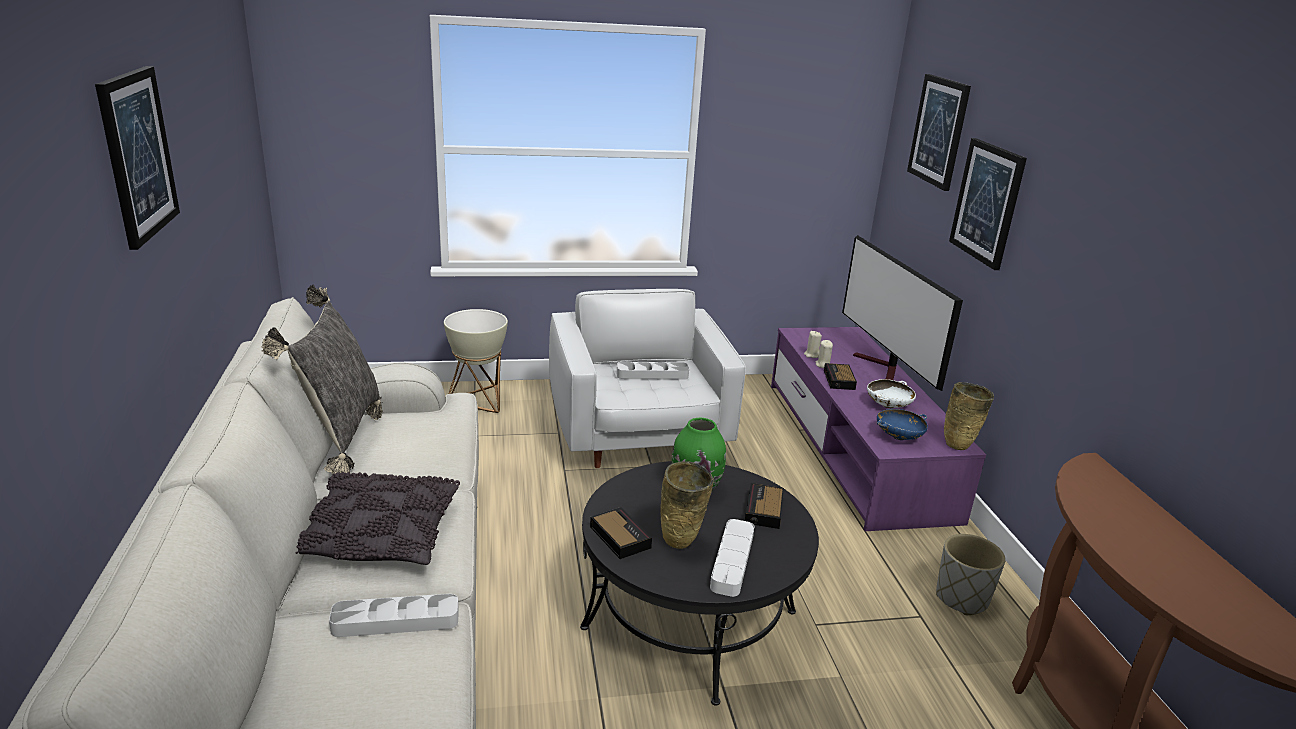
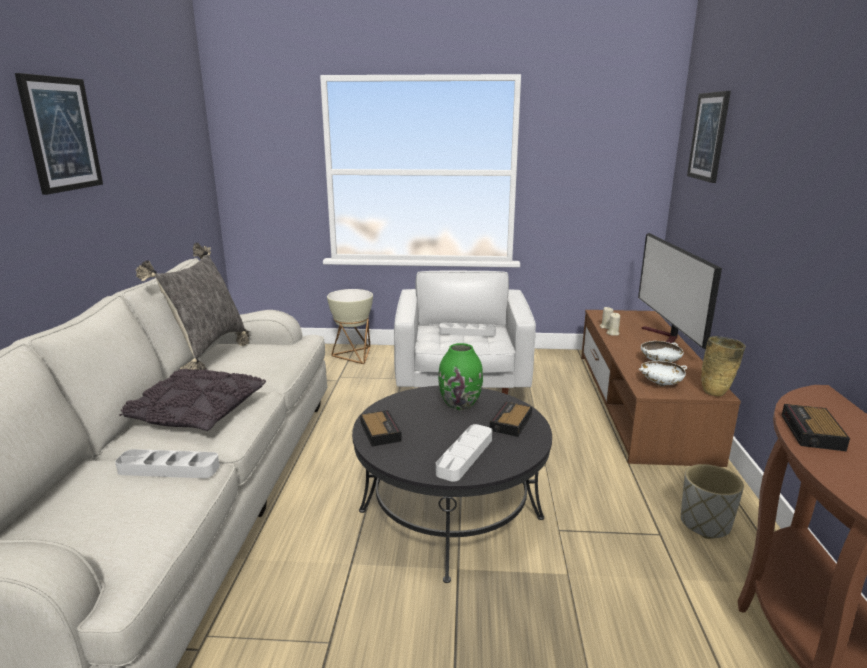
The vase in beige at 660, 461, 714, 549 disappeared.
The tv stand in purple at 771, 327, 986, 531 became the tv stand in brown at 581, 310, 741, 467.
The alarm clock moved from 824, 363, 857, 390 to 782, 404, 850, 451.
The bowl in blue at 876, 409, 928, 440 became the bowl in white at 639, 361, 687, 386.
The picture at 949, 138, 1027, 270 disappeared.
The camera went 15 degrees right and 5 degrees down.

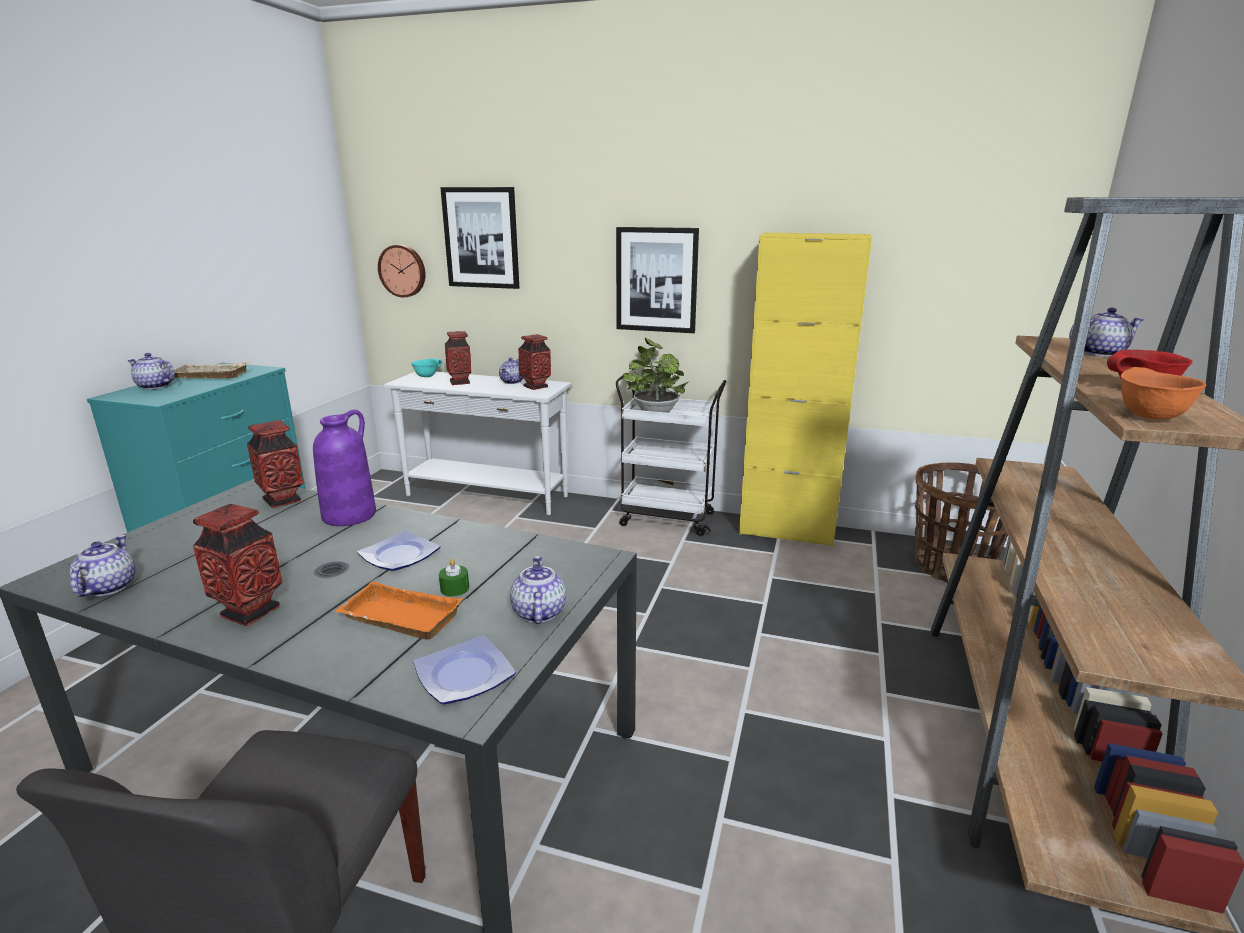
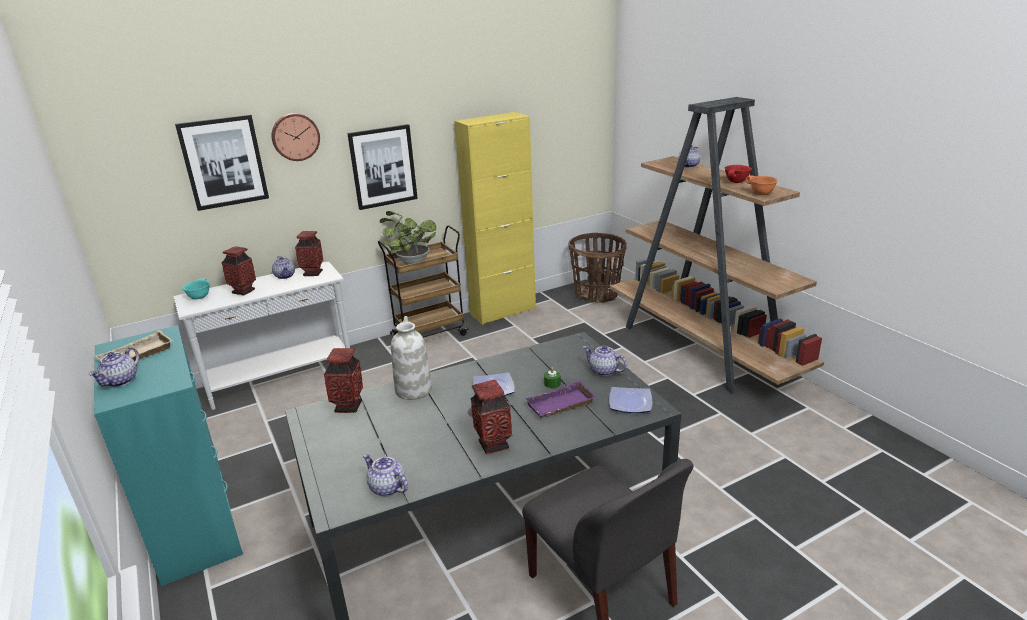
The teapot at 128, 353, 175, 390 turned 45 degrees counterclockwise.
The vase in purple at 313, 409, 376, 526 became the vase in white at 391, 316, 432, 400.
The tray in orange at 335, 581, 462, 640 became the tray in purple at 525, 380, 597, 418.
The wall clock moved from 378, 245, 426, 298 to 271, 113, 320, 161.
The cart in white at 616, 373, 726, 536 became the cart in brown at 378, 225, 468, 338.
The camera went 45 degrees left and 5 degrees up.

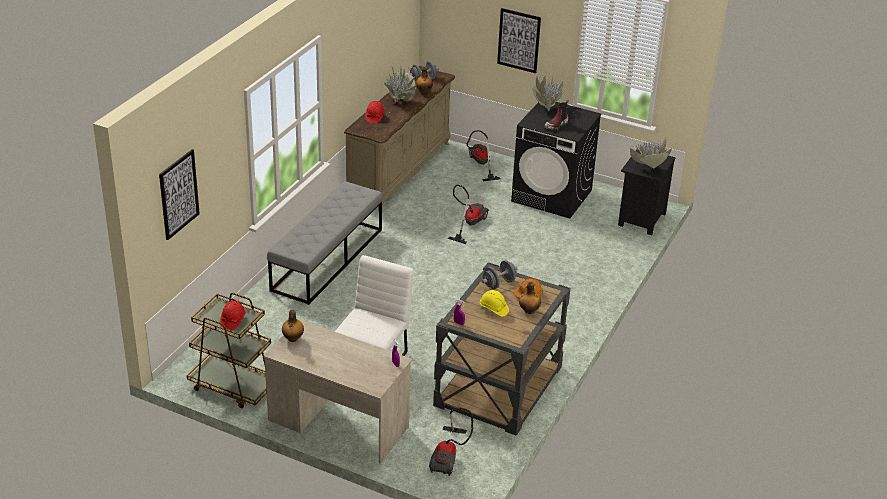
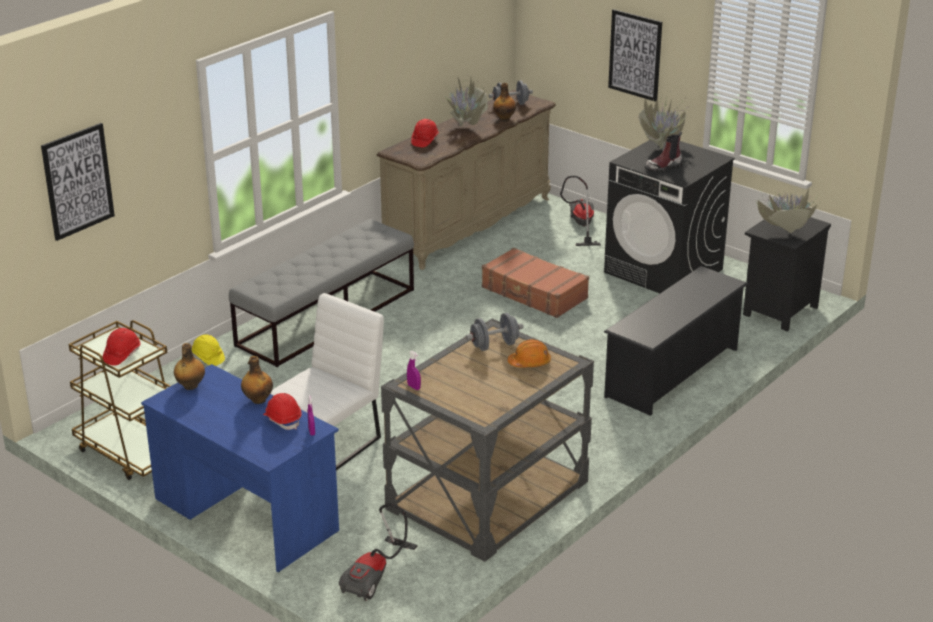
The desk in beige at 263, 319, 413, 464 became the desk in blue at 141, 364, 339, 572.
The vacuum cleaner at 447, 185, 489, 244 was replaced by the suitcase in brown at 482, 248, 589, 318.
The hard hat in yellow moved from 480, 290, 509, 317 to 192, 334, 225, 366.
The bottle moved from 519, 282, 541, 314 to 241, 356, 273, 404.
The hard hat in red at 263, 393, 302, 430 appeared.
The shoe rack in black at 604, 266, 749, 416 appeared.
The camera went 15 degrees right and 5 degrees down.

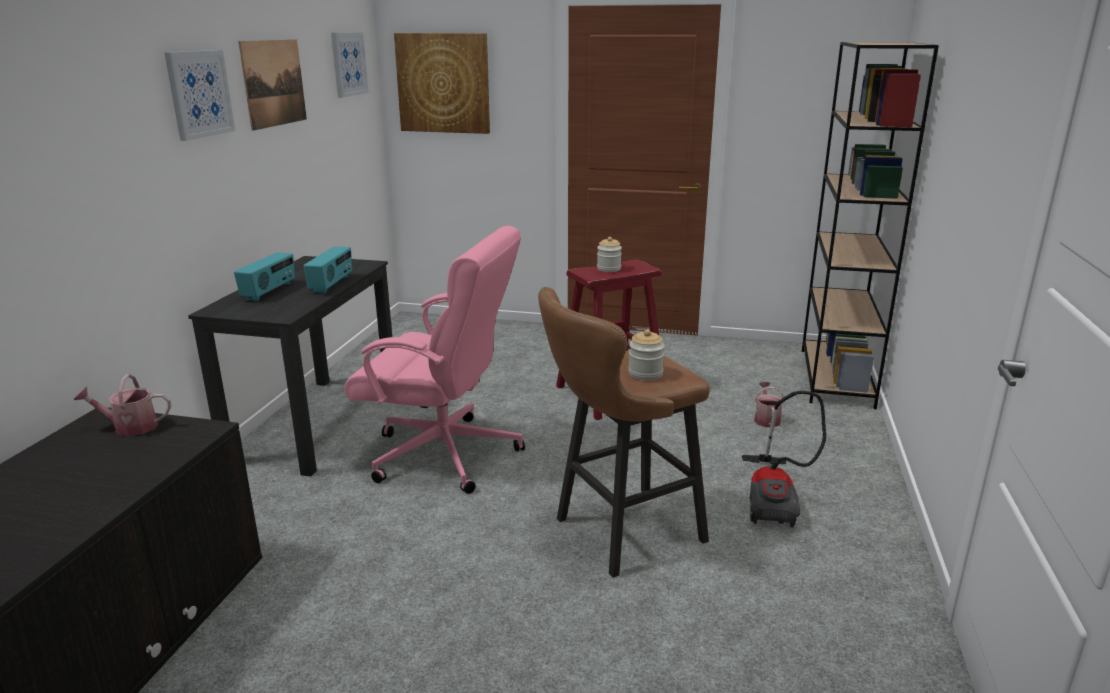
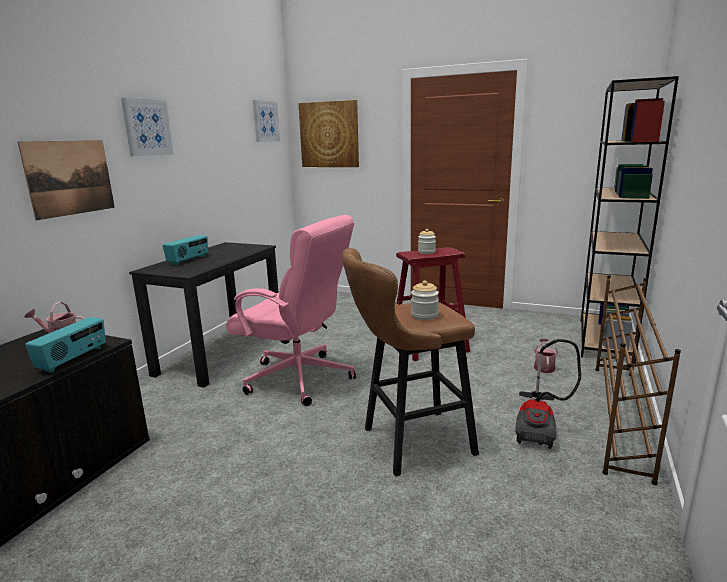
The picture moved from 239, 40, 307, 131 to 18, 140, 115, 220.
The radio moved from 303, 246, 352, 294 to 25, 317, 106, 373.
The shoe rack in brown at 595, 275, 681, 485 appeared.
The camera went 10 degrees right and 5 degrees down.

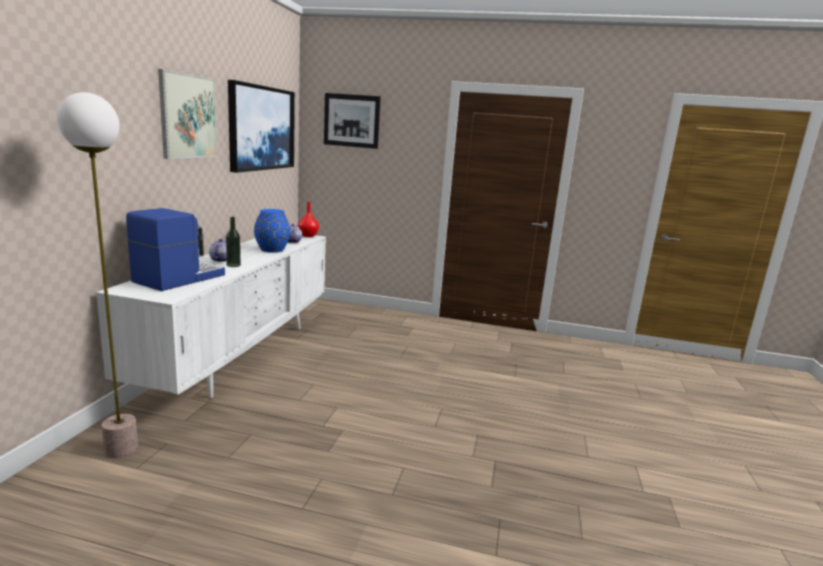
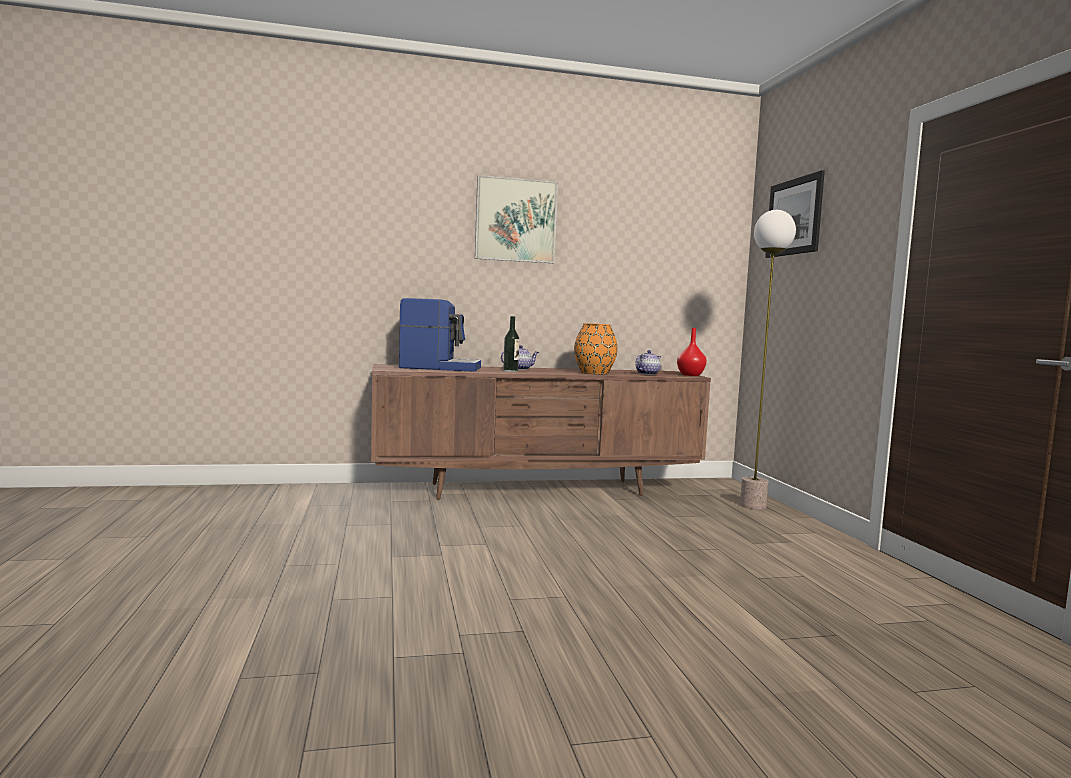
The floor lamp moved from 57, 92, 138, 458 to 740, 210, 796, 510.
The cabinet in white at 96, 235, 326, 398 became the cabinet in brown at 371, 364, 711, 500.
The picture at 228, 80, 295, 173 disappeared.
The vase in blue at 254, 209, 290, 253 became the vase in orange at 574, 323, 618, 374.
The camera went 65 degrees right and 10 degrees down.

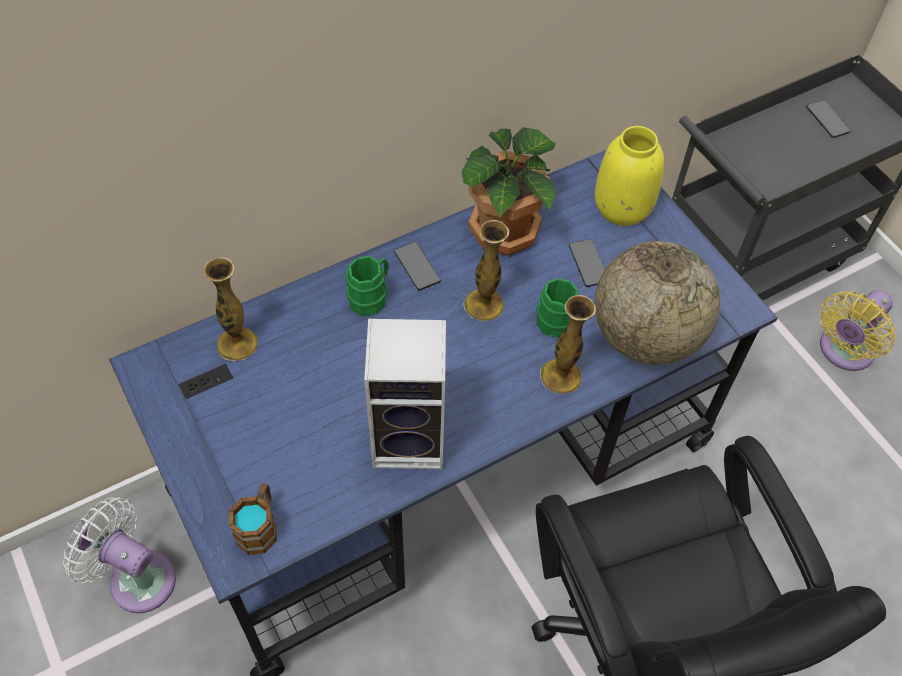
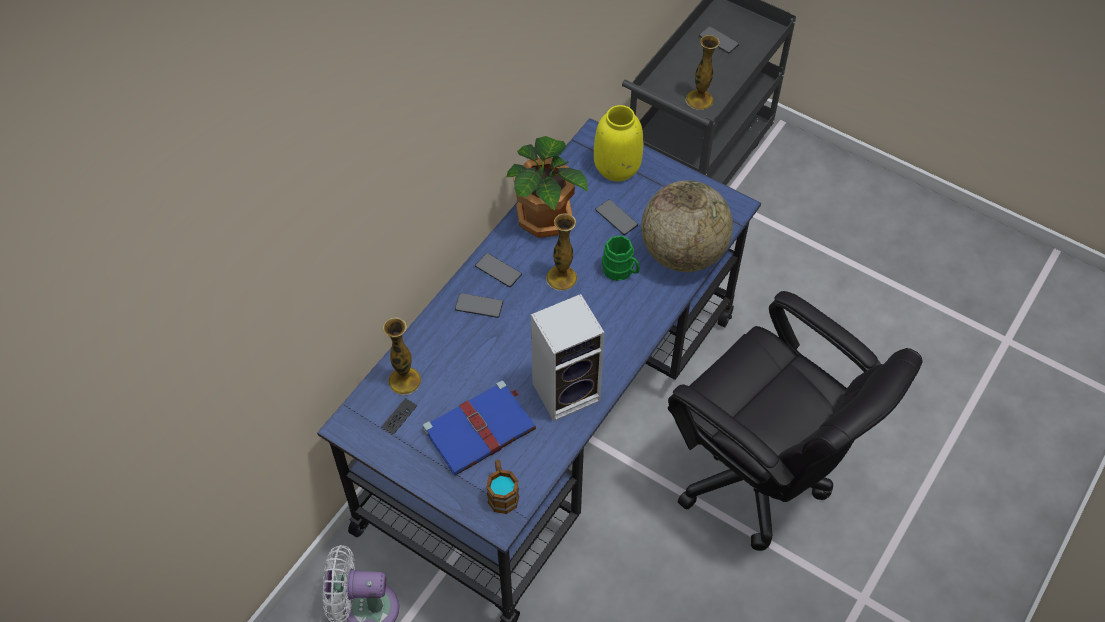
The mug in green at 346, 256, 389, 317 was replaced by the phone at 455, 293, 503, 318.
The vase moved from 540, 295, 596, 394 to 686, 35, 720, 110.
The fan in yellow at 820, 290, 896, 371 disappeared.
The book in blue at 423, 381, 536, 476 appeared.
The camera went 25 degrees left and 0 degrees up.

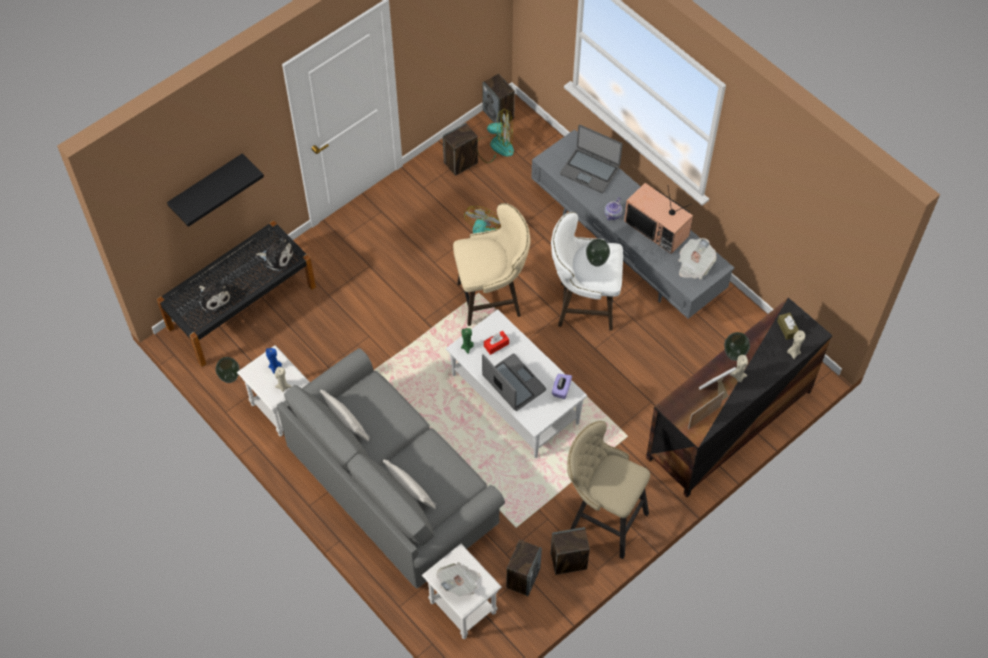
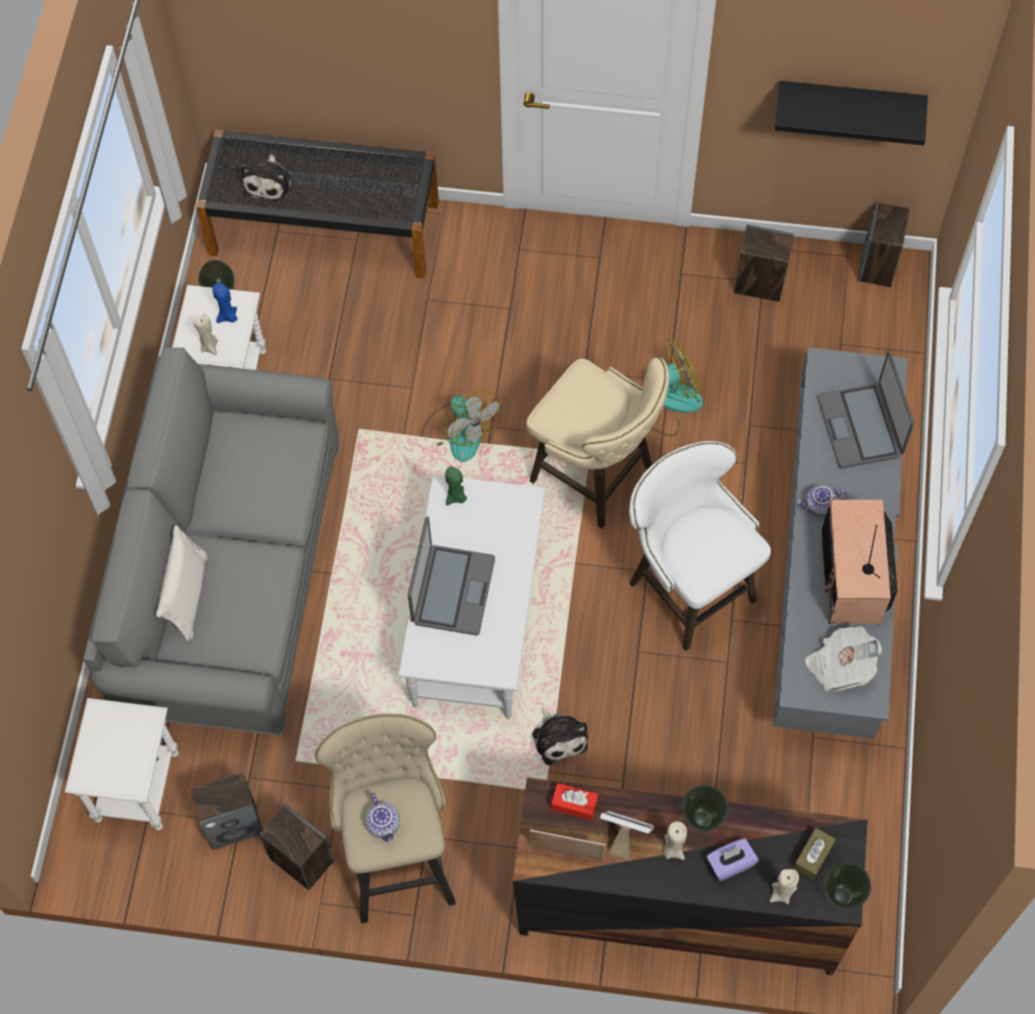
The shelf in black moved from 167, 153, 264, 227 to 775, 81, 928, 145.
The plush toy moved from 256, 236, 294, 271 to 532, 707, 588, 765.
The pillow in white at 320, 390, 370, 441 disappeared.
The newspaper at 436, 562, 481, 597 disappeared.
The fan moved from 478, 109, 514, 163 to 421, 390, 501, 462.
The tissue box in red moved from 484, 331, 509, 355 to 551, 783, 598, 820.
The tissue box in purple moved from 552, 374, 572, 399 to 706, 838, 758, 881.
The vase moved from 586, 239, 610, 267 to 824, 862, 871, 910.
The teapot at 365, 793, 400, 844 appeared.
The camera went 50 degrees right and 5 degrees up.

